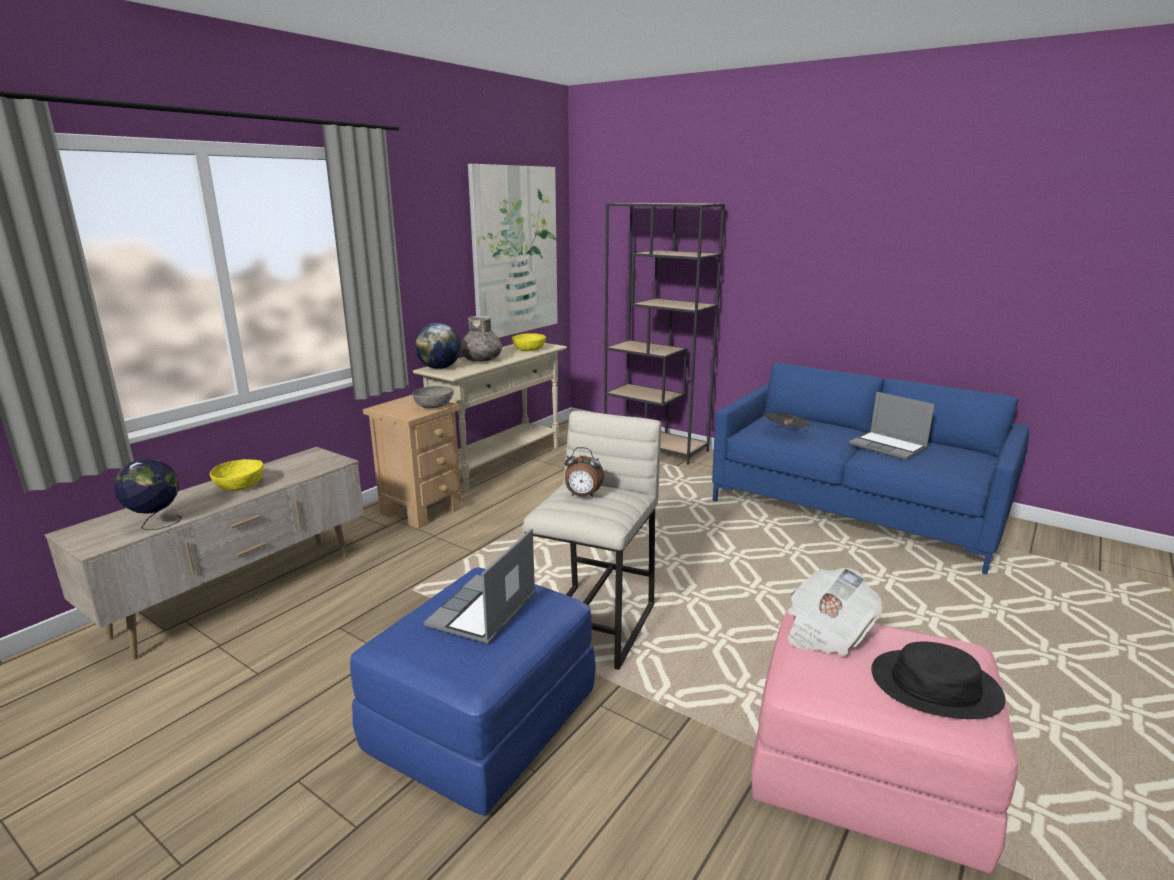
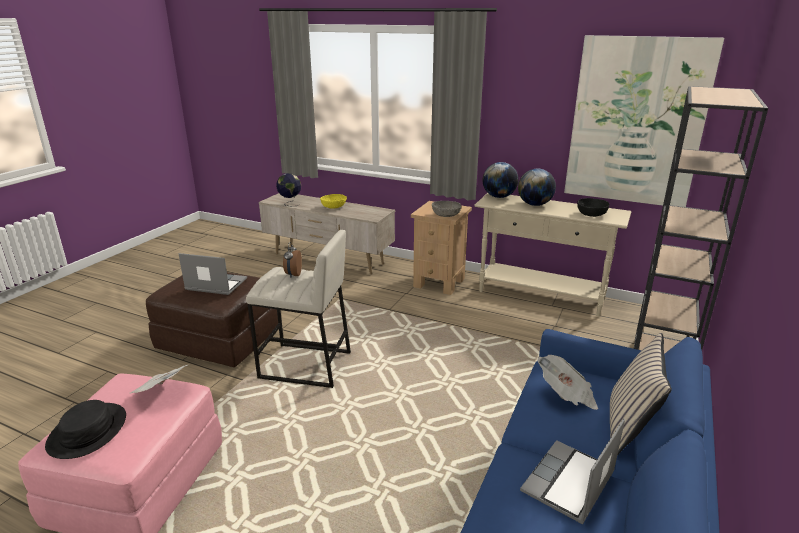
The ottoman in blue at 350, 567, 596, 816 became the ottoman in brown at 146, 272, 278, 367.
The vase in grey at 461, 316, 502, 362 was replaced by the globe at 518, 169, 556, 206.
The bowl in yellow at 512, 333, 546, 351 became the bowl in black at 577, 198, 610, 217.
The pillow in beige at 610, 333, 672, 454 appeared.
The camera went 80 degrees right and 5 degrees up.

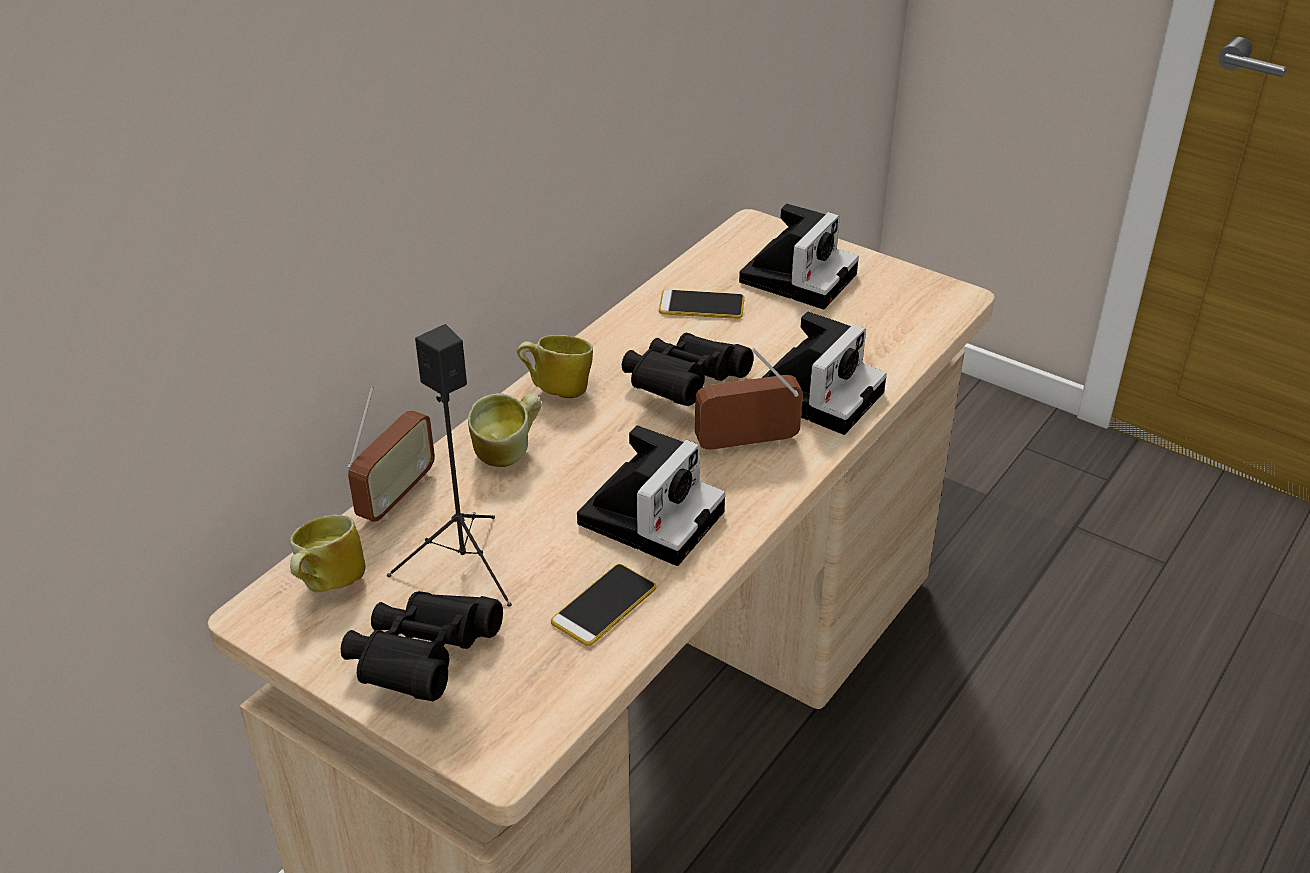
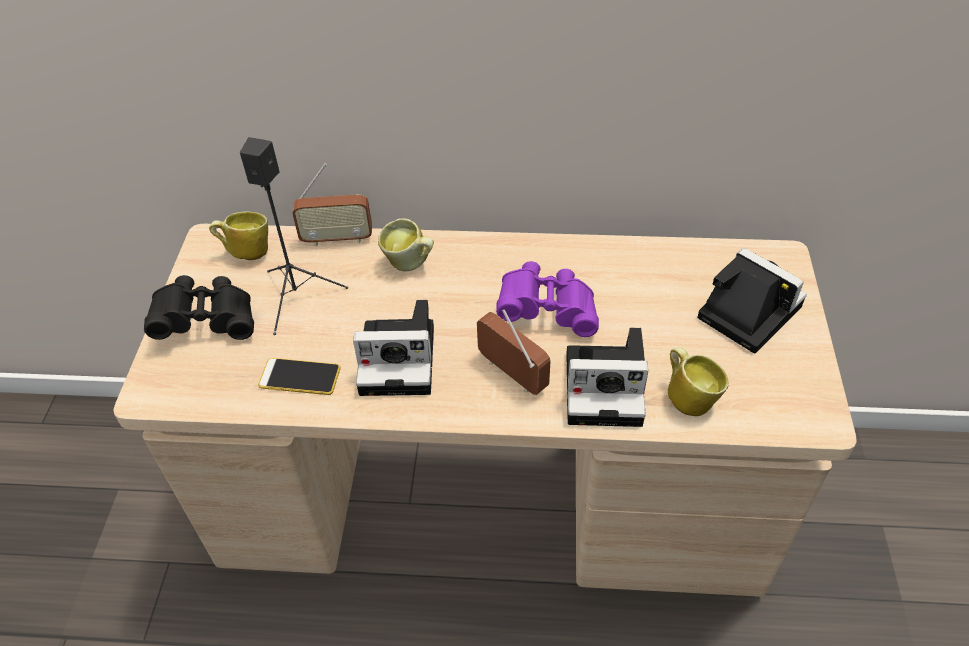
The mug moved from 517, 335, 593, 398 to 668, 347, 729, 416.
The binoculars in black at 622, 332, 754, 406 became the binoculars in purple at 496, 261, 599, 337.
The phone at 659, 290, 745, 319 disappeared.
The photo camera at 739, 204, 859, 309 turned 135 degrees counterclockwise.
The camera went 60 degrees right and 10 degrees up.

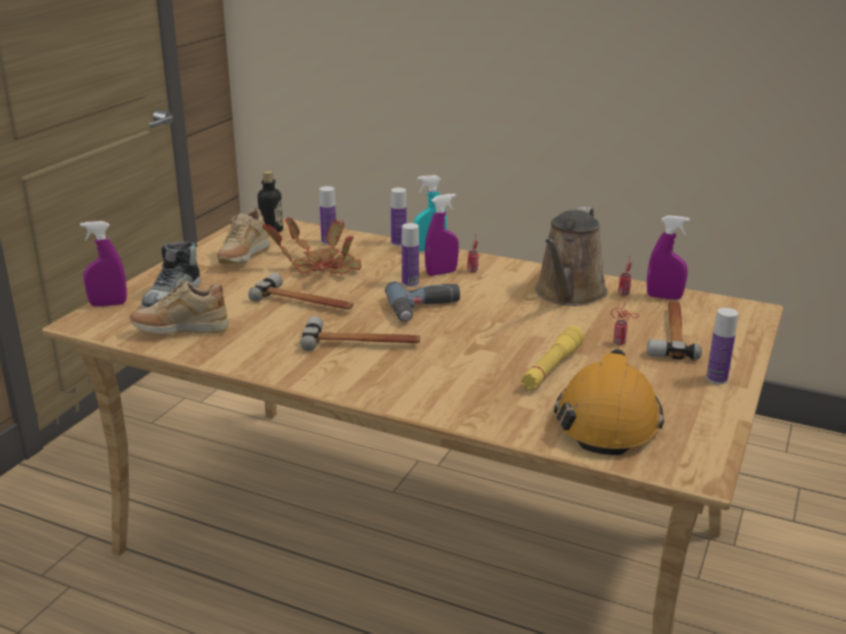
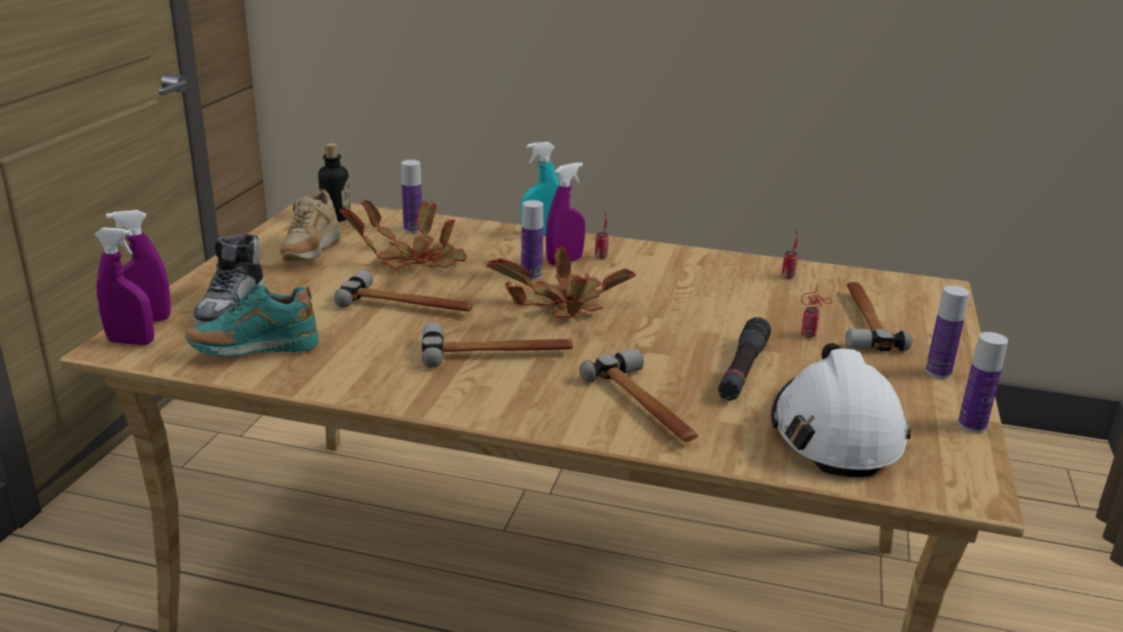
The shoe in beige at 129, 281, 229, 334 became the shoe in turquoise at 185, 285, 319, 357.
The power drill at 385, 281, 460, 322 was replaced by the potted plant at 487, 246, 636, 318.
The bottle moved from 391, 188, 407, 246 to 958, 332, 1008, 433.
The flashlight in yellow at 521, 326, 585, 390 became the flashlight in black at 718, 317, 771, 401.
The watering can in brown at 535, 206, 608, 306 disappeared.
The hard hat in orange at 554, 349, 664, 455 became the hard hat in white at 771, 343, 910, 477.
The spray bottle in purple moved from 647, 215, 690, 300 to 94, 227, 154, 345.
The hammer at 579, 349, 698, 442 appeared.
The camera went 10 degrees left and 0 degrees up.

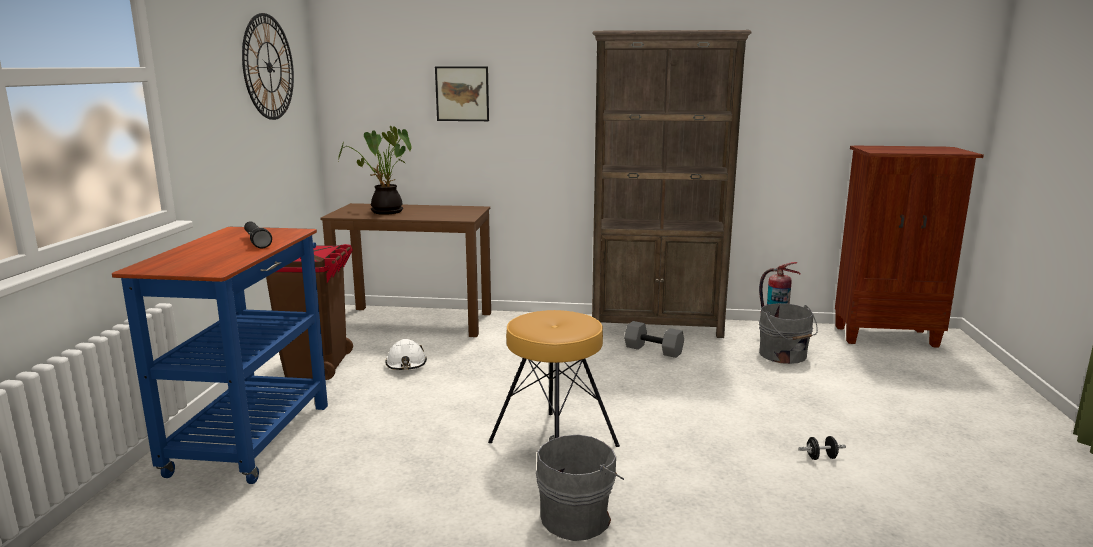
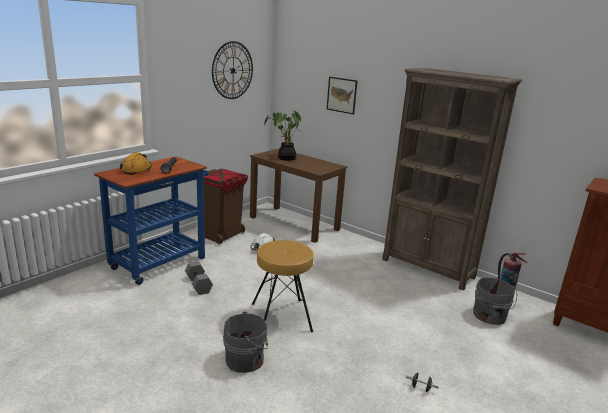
The dumbbell in grey moved from 624, 321, 684, 358 to 185, 261, 213, 295.
The hard hat in orange at 120, 152, 152, 175 appeared.
The camera went 30 degrees right and 5 degrees up.

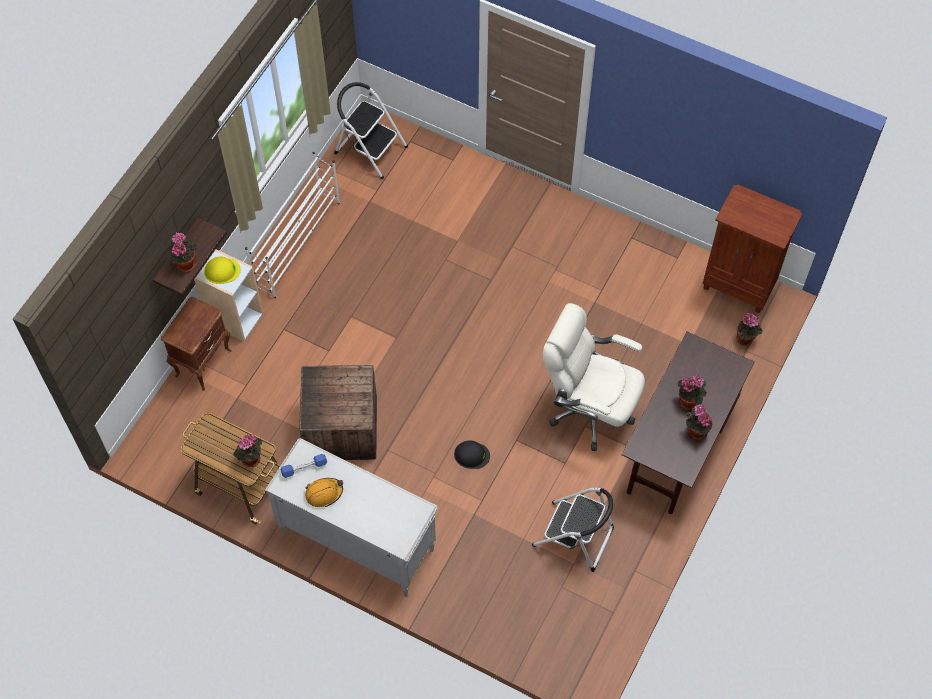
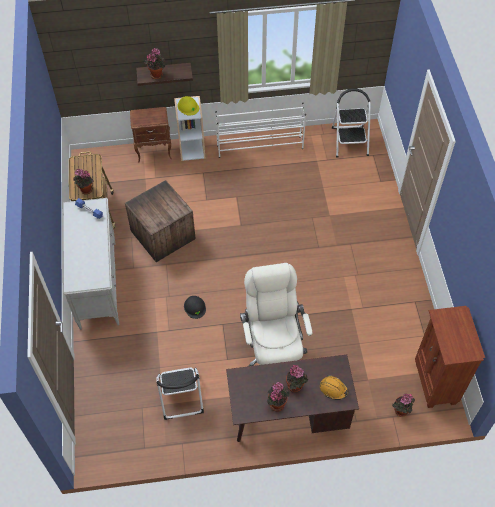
The hard hat in orange moved from 305, 478, 343, 507 to 320, 375, 349, 400.
The camera went 55 degrees right and 5 degrees down.

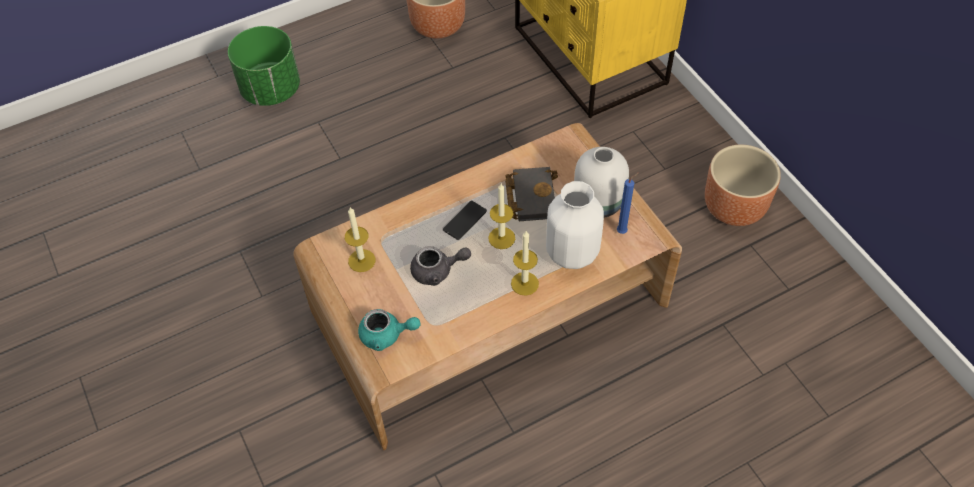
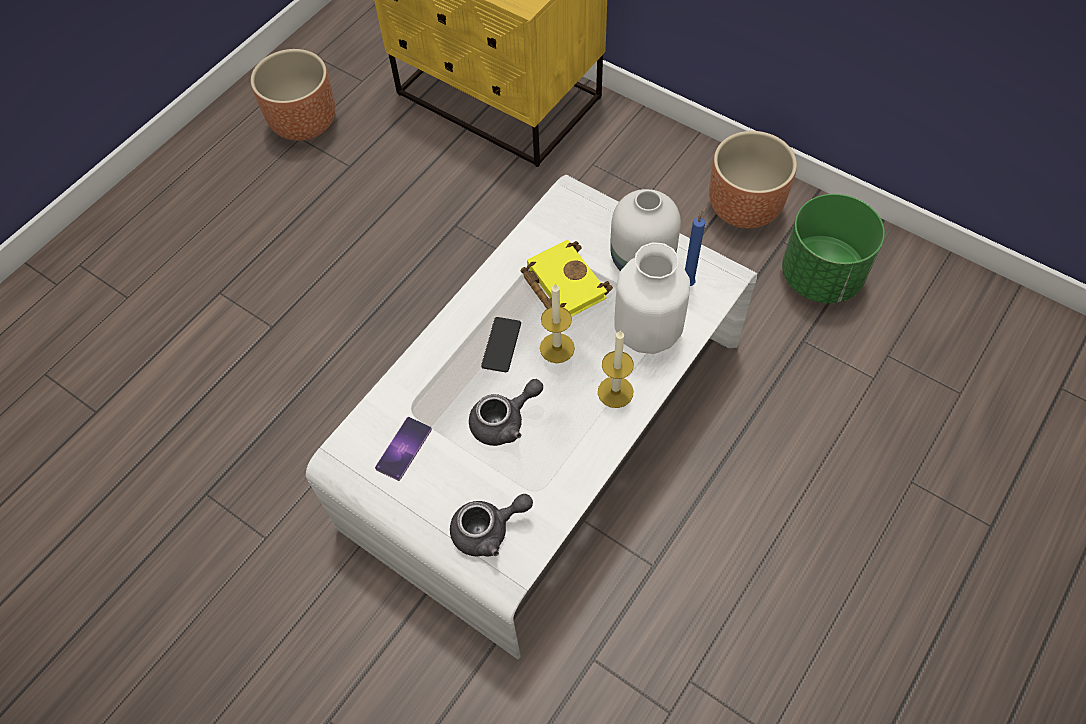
The planter in green moved from 228, 26, 300, 106 to 782, 194, 885, 303.
The coffee table in brown at 293, 123, 682, 450 became the coffee table in white at 306, 175, 757, 659.
The candle at 345, 207, 375, 272 was replaced by the phone at 375, 417, 432, 481.
The teapot in turquoise at 358, 309, 421, 351 became the teapot in grey at 450, 494, 533, 557.
The book in black at 505, 167, 558, 221 became the book in yellow at 521, 240, 613, 317.
The camera went 25 degrees left and 5 degrees up.

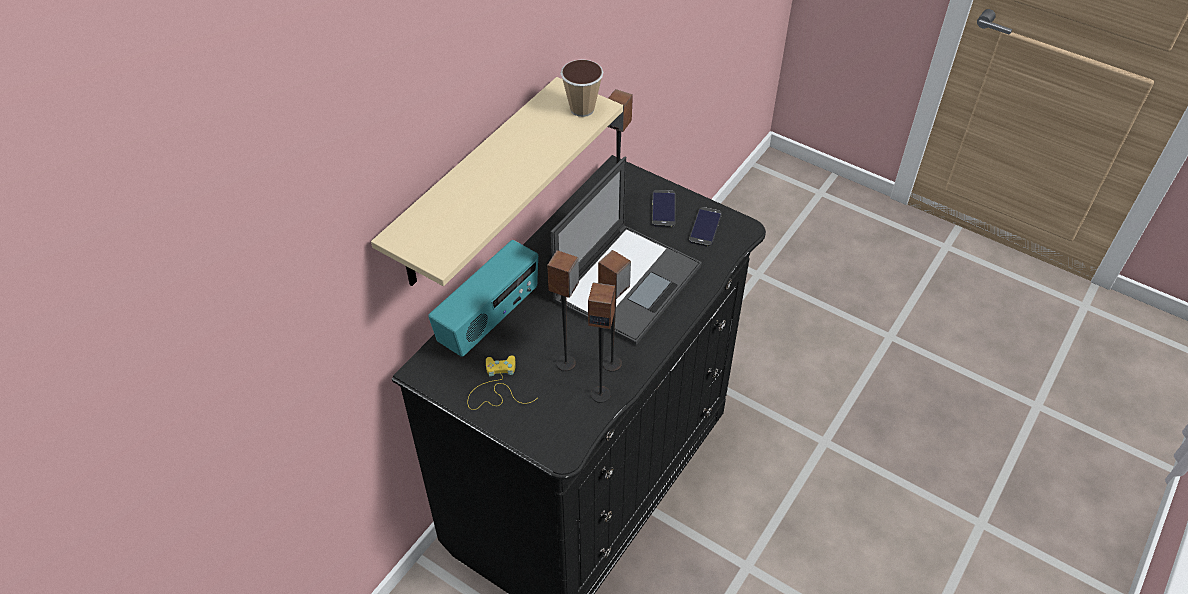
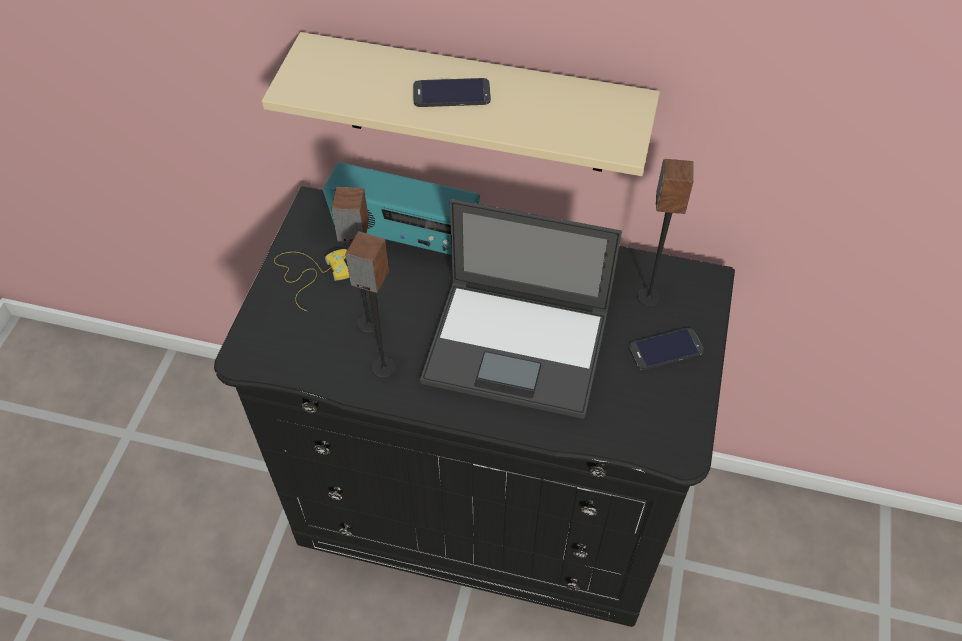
The cup at 560, 59, 603, 117 disappeared.
The speaker at 588, 282, 615, 403 disappeared.
The phone moved from 689, 207, 722, 247 to 413, 78, 491, 107.
The camera went 70 degrees right and 5 degrees up.

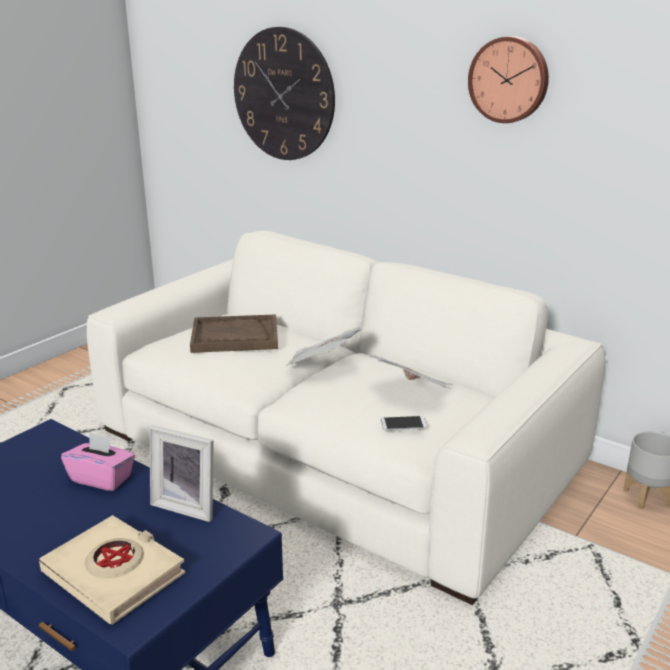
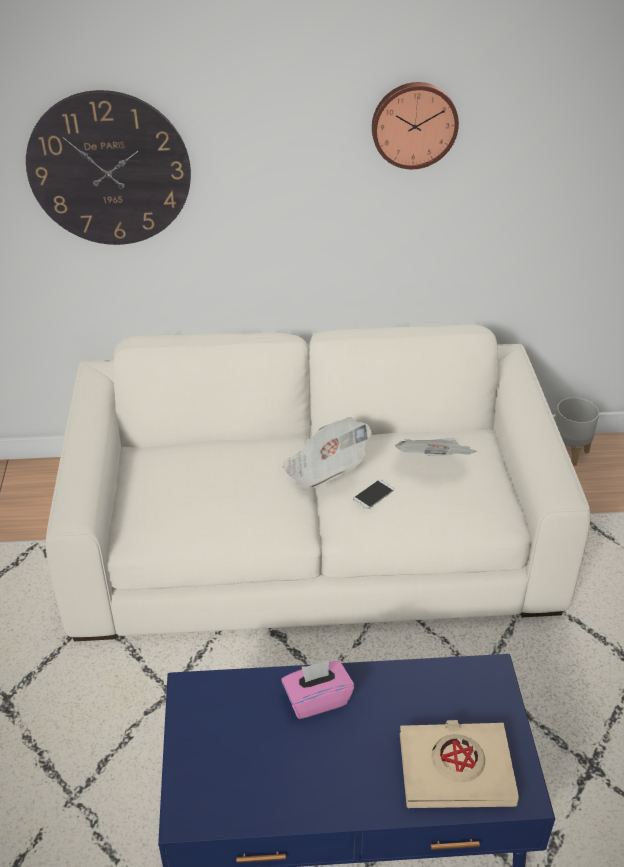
The picture frame at 150, 425, 214, 522 disappeared.
The tray in brown at 190, 314, 278, 353 disappeared.
The phone moved from 381, 416, 427, 430 to 353, 480, 394, 509.
The camera went 40 degrees left and 15 degrees up.

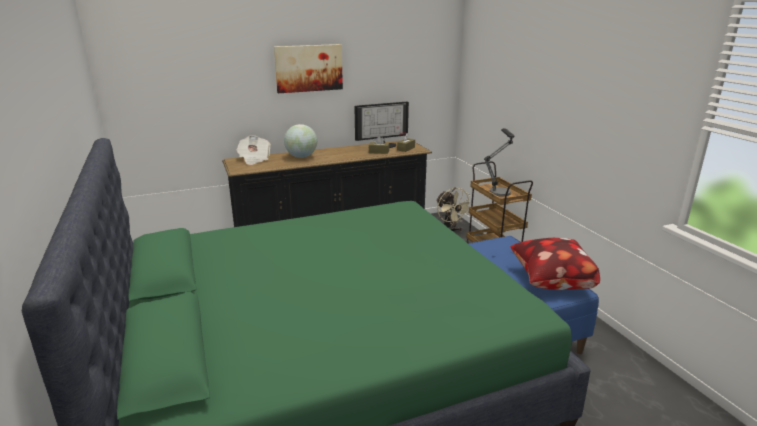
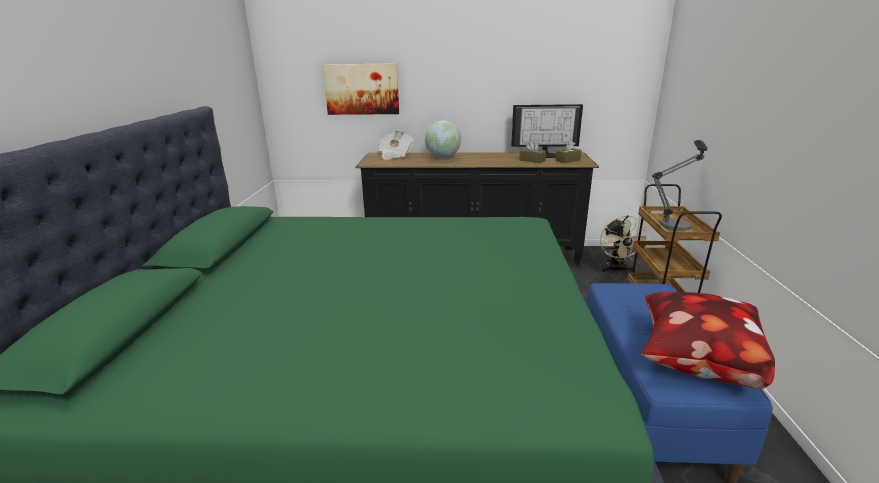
The picture moved from 274, 44, 343, 93 to 323, 63, 399, 115.
The camera went 25 degrees right and 0 degrees up.

